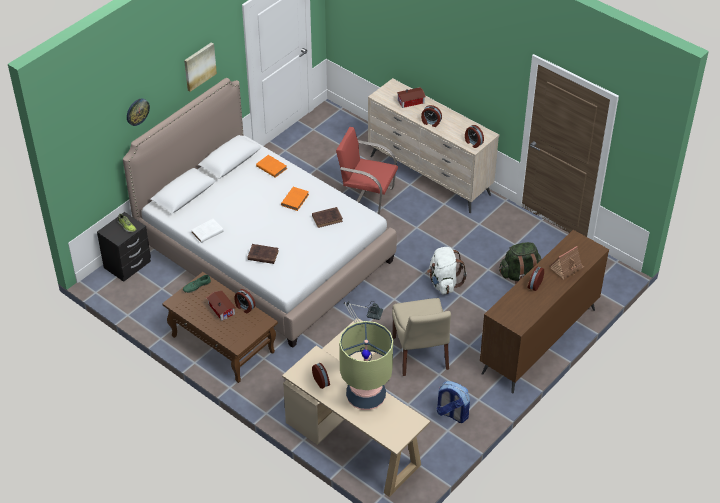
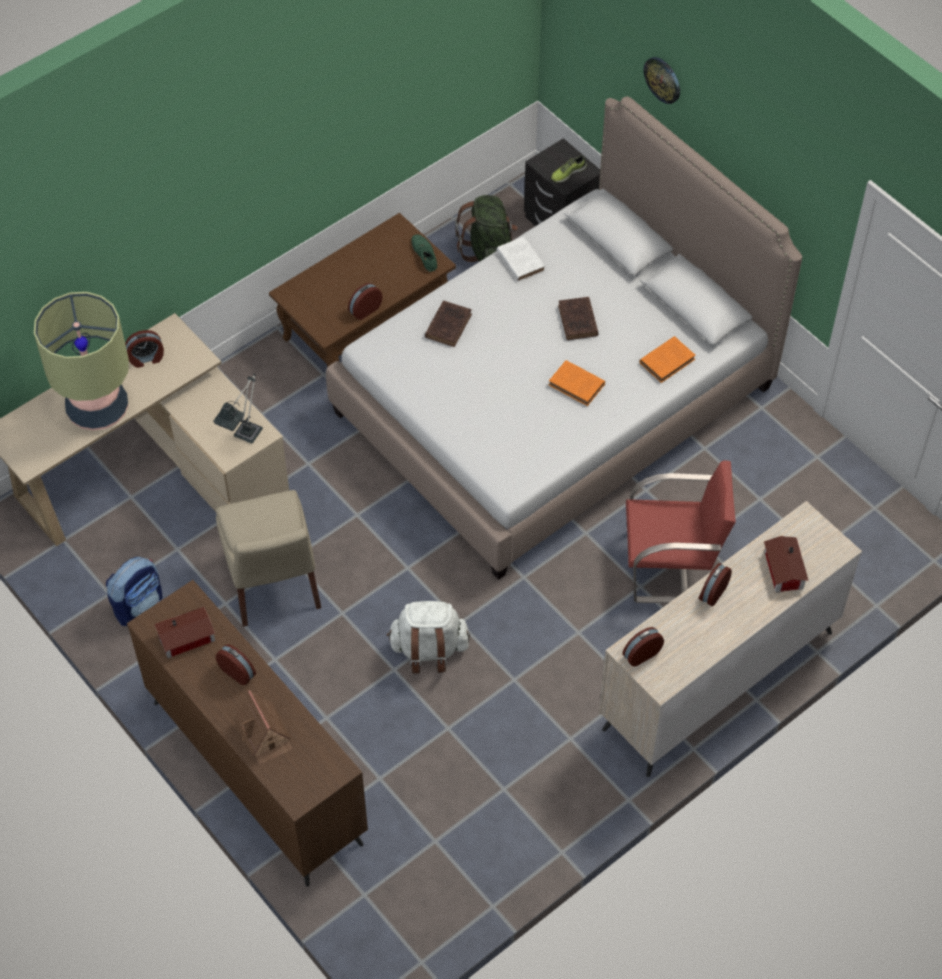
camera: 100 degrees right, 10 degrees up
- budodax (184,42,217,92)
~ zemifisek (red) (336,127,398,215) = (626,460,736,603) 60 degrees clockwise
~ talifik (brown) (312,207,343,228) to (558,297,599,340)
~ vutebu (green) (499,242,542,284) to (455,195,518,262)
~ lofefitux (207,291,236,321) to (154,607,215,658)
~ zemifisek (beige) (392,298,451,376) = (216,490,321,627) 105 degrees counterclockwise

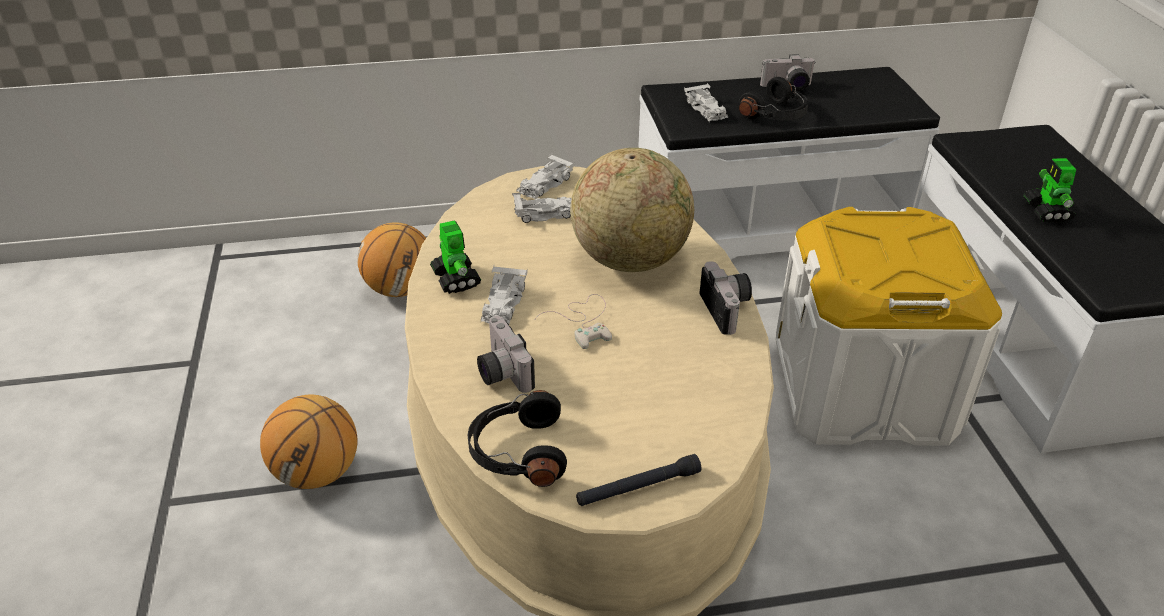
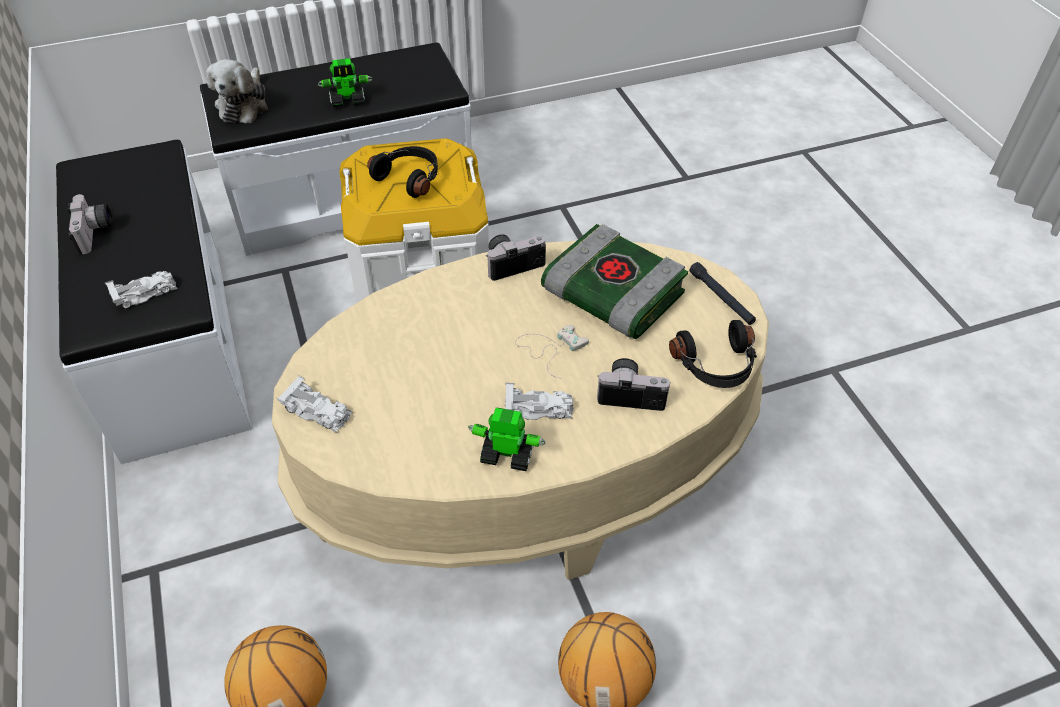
camera: 100 degrees left, 10 degrees up
~ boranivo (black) (739,77,808,121) to (367,146,438,198)
- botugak (570,148,694,272)
- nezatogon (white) (512,193,571,223)
~ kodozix (430,220,481,294) = (468,407,546,471) 45 degrees clockwise
~ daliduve (477,316,535,393) = (597,358,671,411) 135 degrees counterclockwise
+ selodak (206,59,268,123)
+ talifik (541,224,688,339)

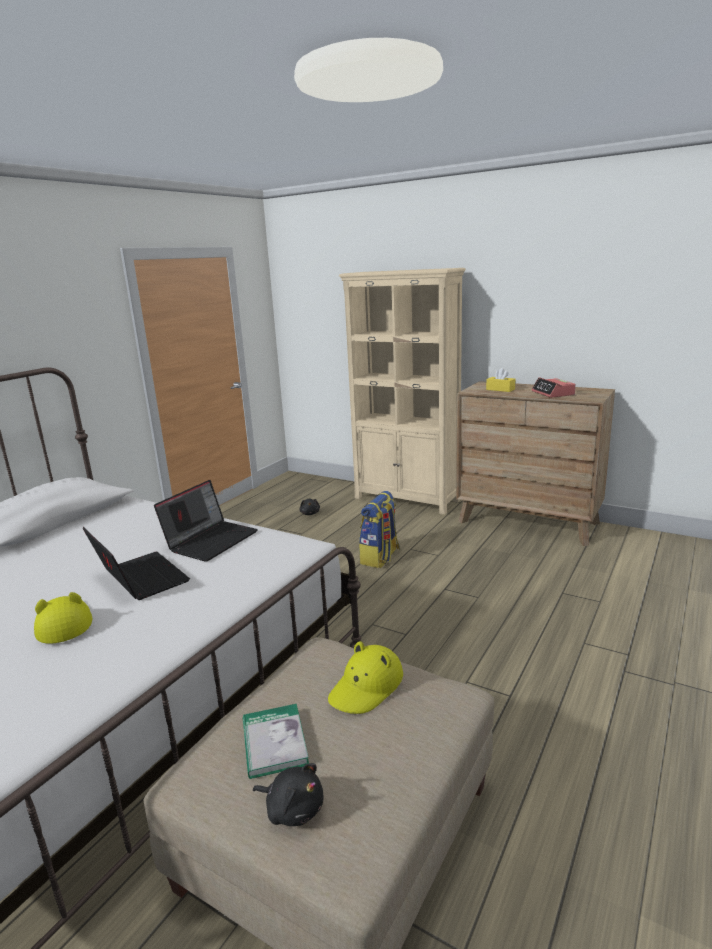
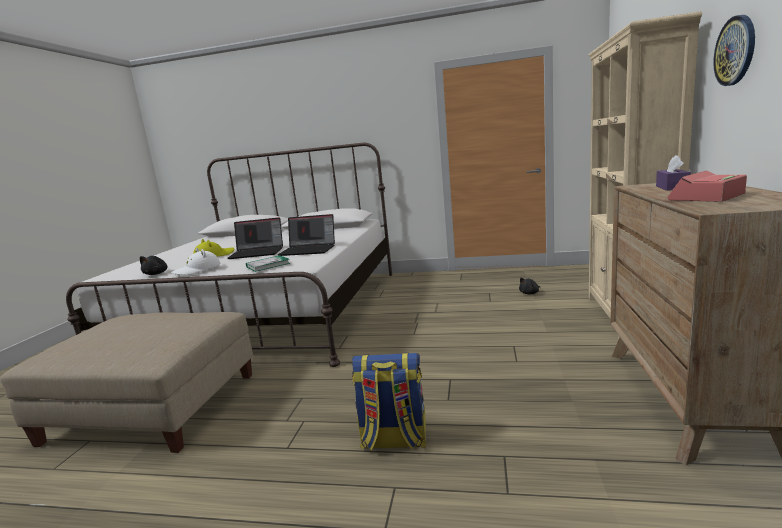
camera: 70 degrees right, 5 degrees down
~ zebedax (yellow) (486,368,515,392) to zebedax (purple) (656,155,691,191)
~ vutebu (359,491,400,568) to (352,353,427,451)
~ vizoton (82,527,190,600) = (228,217,283,259) 60 degrees clockwise
- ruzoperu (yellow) (328,641,403,714)
~ talifik (243,704,309,779) to (246,255,290,272)
~ selodak (black) (253,763,323,826) to (140,256,167,275)
+ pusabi (713,15,755,86)
+ ruzoperu (white) (171,248,221,275)

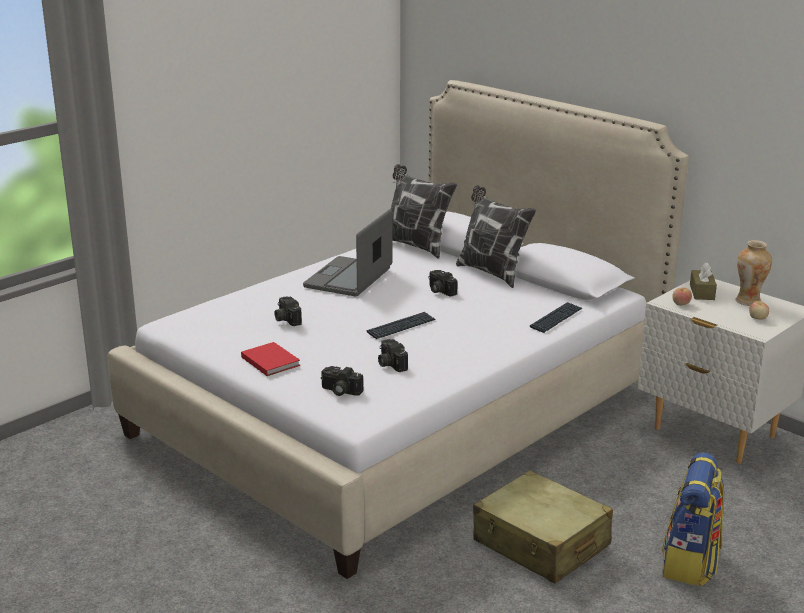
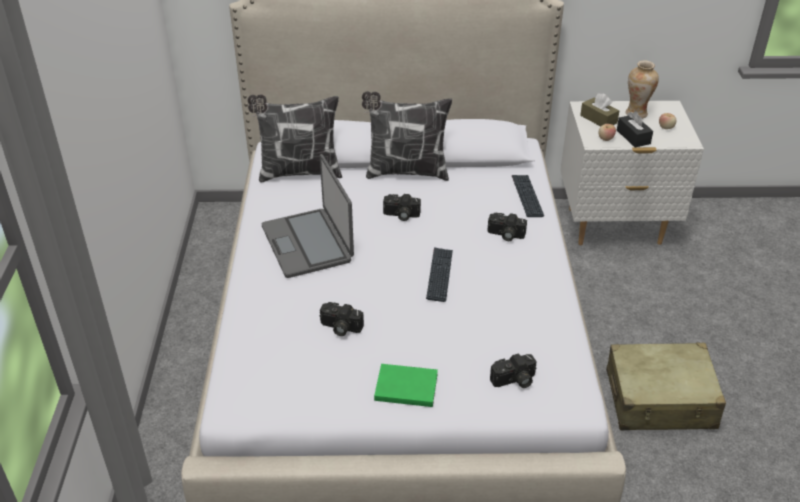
camera: 45 degrees left, 15 degrees up
~ daliduve (378,339,408,372) to (487,213,527,241)
~ talifik (red) (241,342,300,376) to talifik (green) (374,364,438,407)
- vutebu (662,452,725,586)
+ zebedax (black) (617,111,653,147)

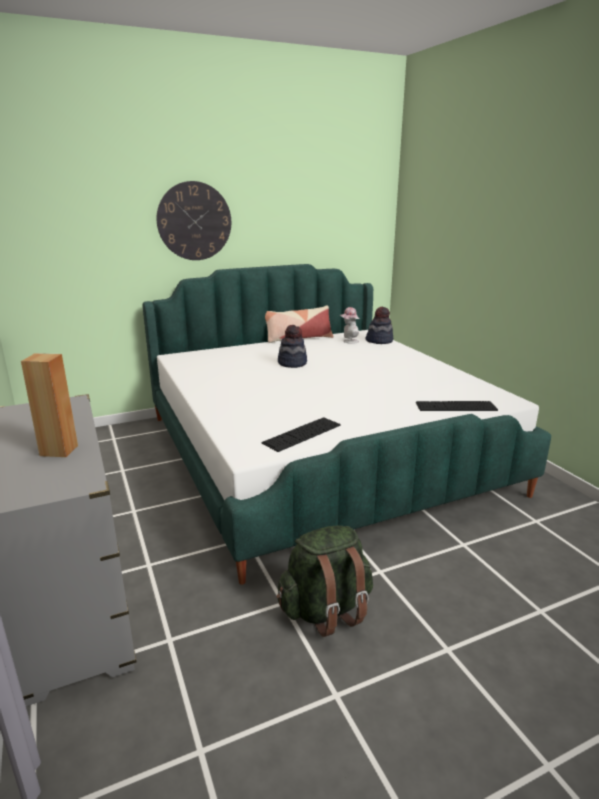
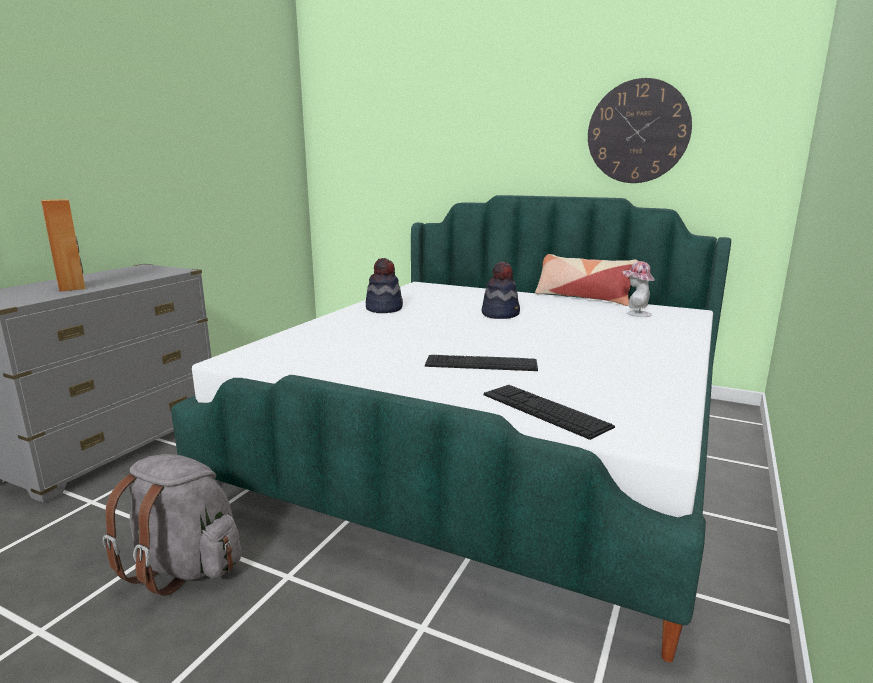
camera: 50 degrees right, 5 degrees down
~ pusabi (157,181,231,260) to (588,78,692,183)
~ ruzoperu (366,307,393,344) to (366,258,403,313)
~ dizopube (262,417,340,452) to (425,355,538,371)
~ vutebu (green) (277,525,373,637) to vutebu (grey) (103,454,241,596)

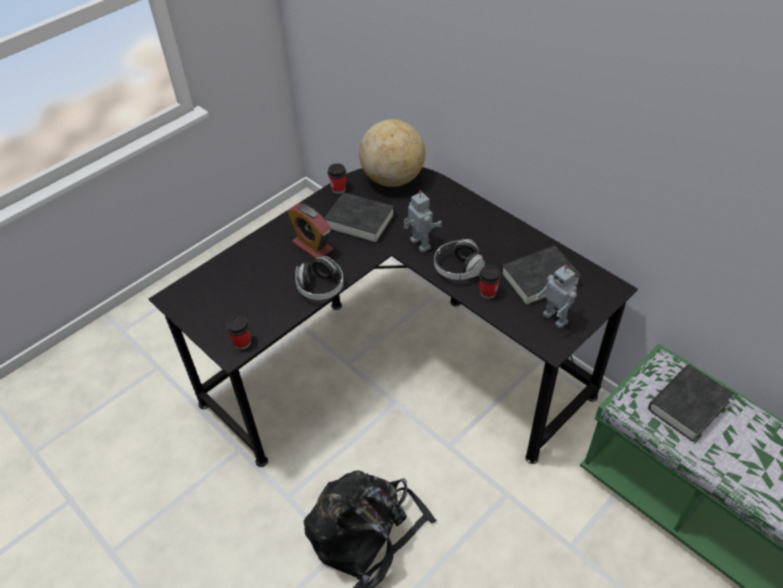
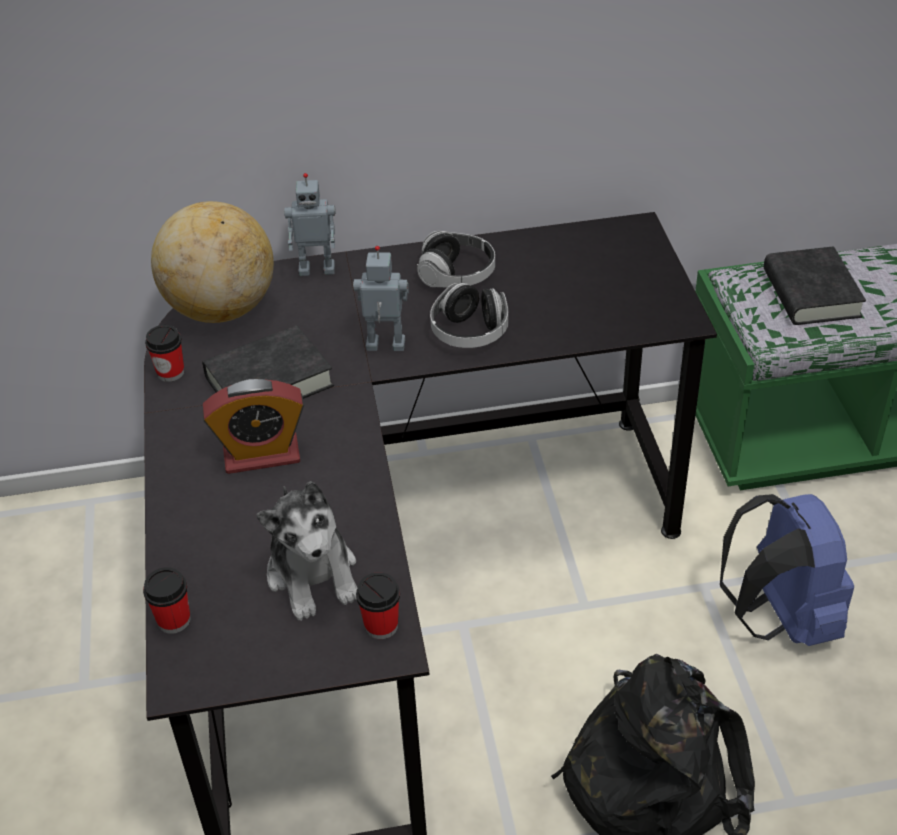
camera: 55 degrees left, 5 degrees down
- talifik (black) (501,246,581,306)
~ boranivo (295,256,344,300) to (417,231,495,287)
~ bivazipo (479,265,501,299) to (143,567,191,634)
~ kodozix (535,265,577,329) to (284,173,336,276)
+ selodak (257,481,358,621)
+ vutebu (blue) (720,494,854,646)

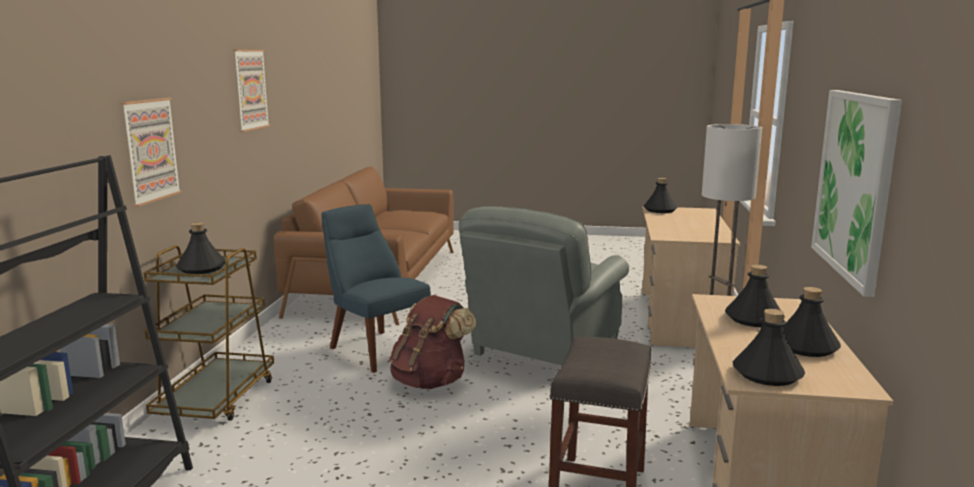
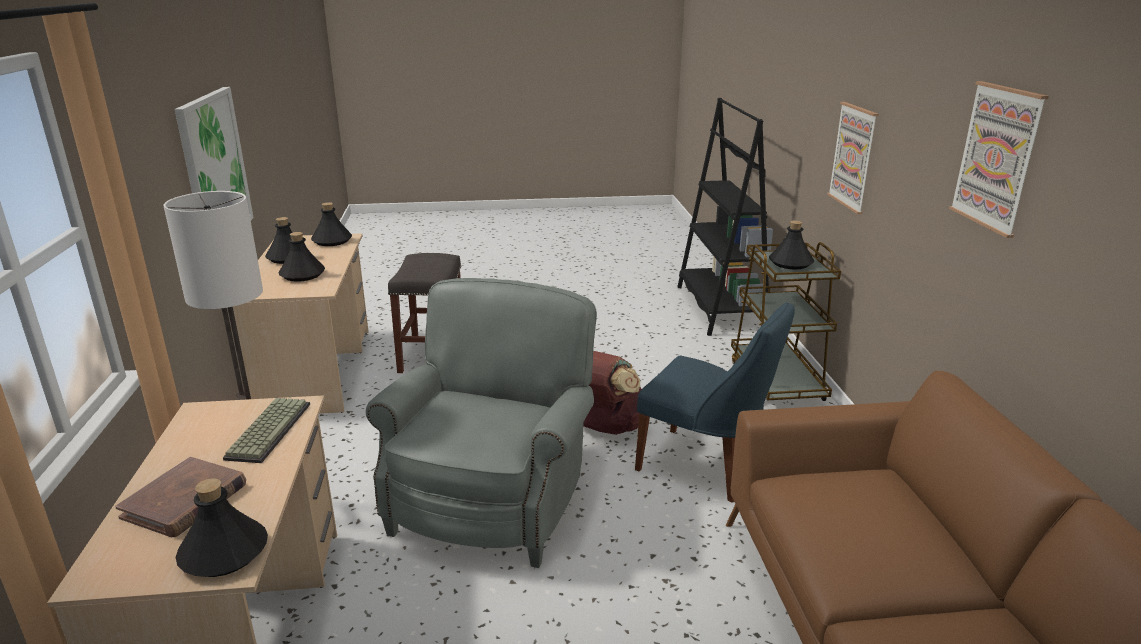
camera: 165 degrees right, 10 degrees up
+ dizopube (223,398,310,463)
+ talifik (brown) (115,457,246,537)

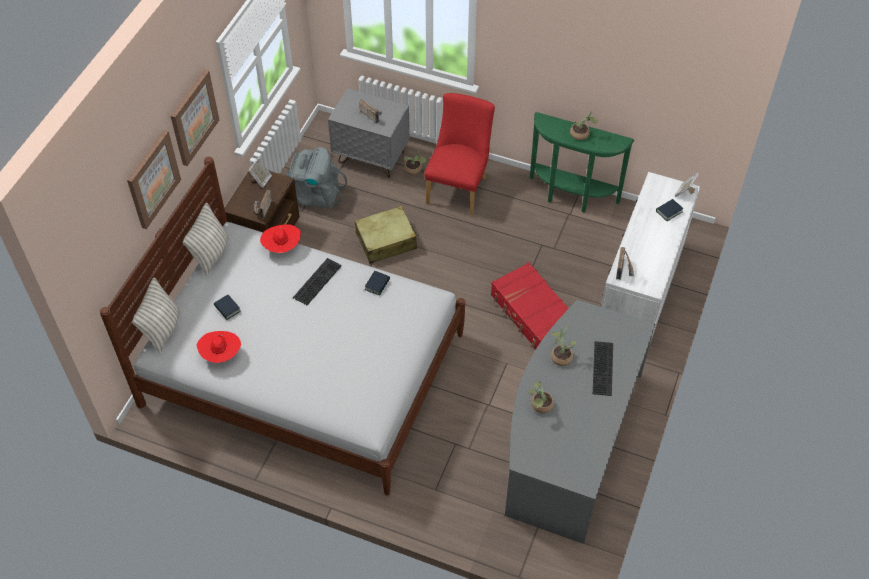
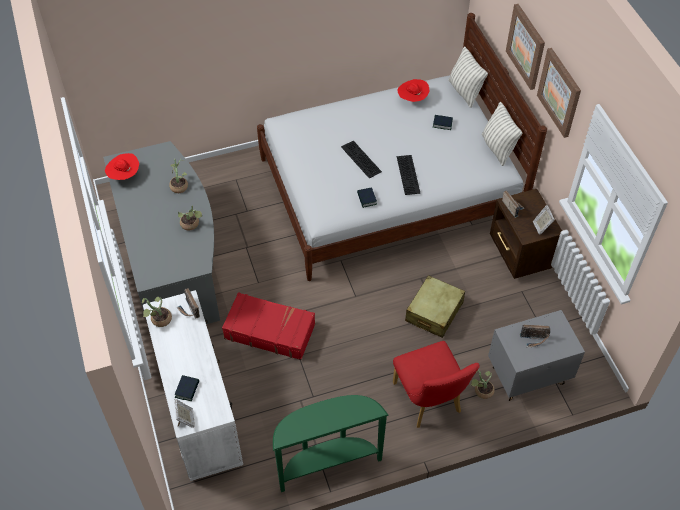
camera: 140 degrees right, 0 degrees up
~ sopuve (570,111,598,140) to (142,297,172,327)
- vutebu (grey) (287,147,347,208)
~ ruzoperu (red) (260,225,301,253) to (105,153,139,180)
~ dizopube (593,341,613,396) to (341,141,382,178)

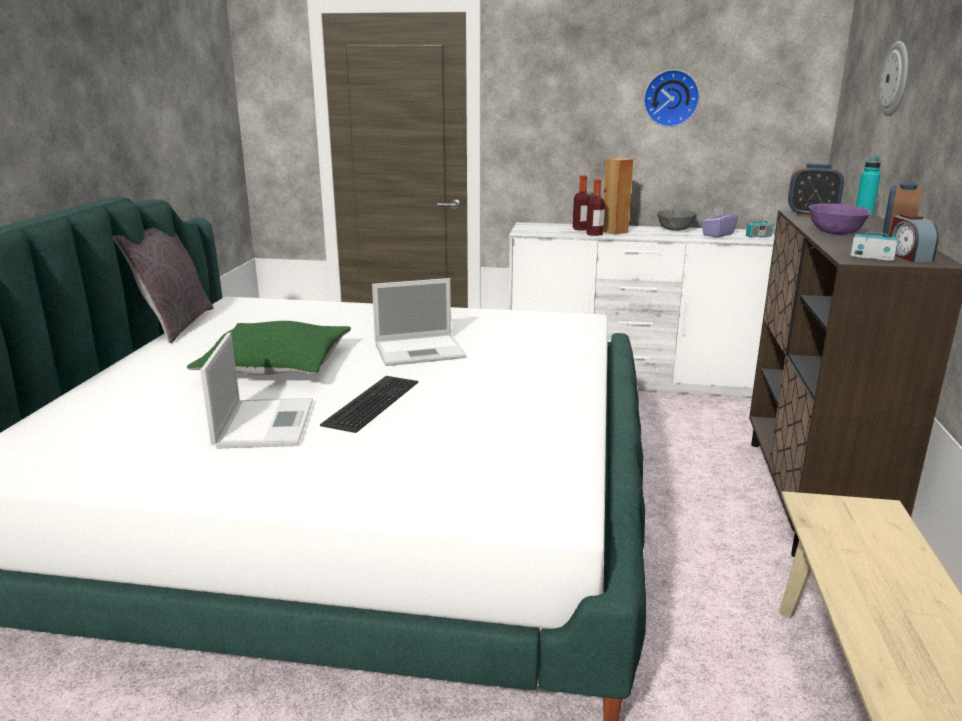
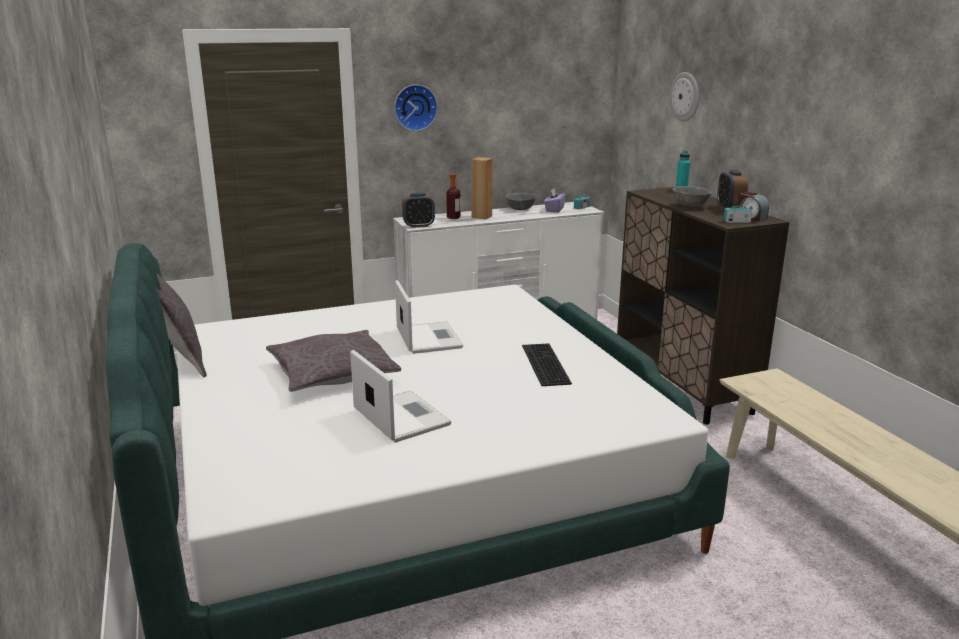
camera: 30 degrees left, 0 degrees up
~ pusabi (643,69,700,127) to (394,84,438,131)
~ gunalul (788,163,844,217) to (402,193,435,228)
- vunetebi (586,179,605,236)
~ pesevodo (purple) (809,203,871,235) to pesevodo (grey) (673,186,712,207)
~ vizoton (372,278,466,366) = (395,280,463,354) 60 degrees counterclockwise
~ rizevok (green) (187,321,351,375) to rizevok (grey) (266,330,401,392)
~ dizopube (320,376,418,433) to (522,343,572,386)

